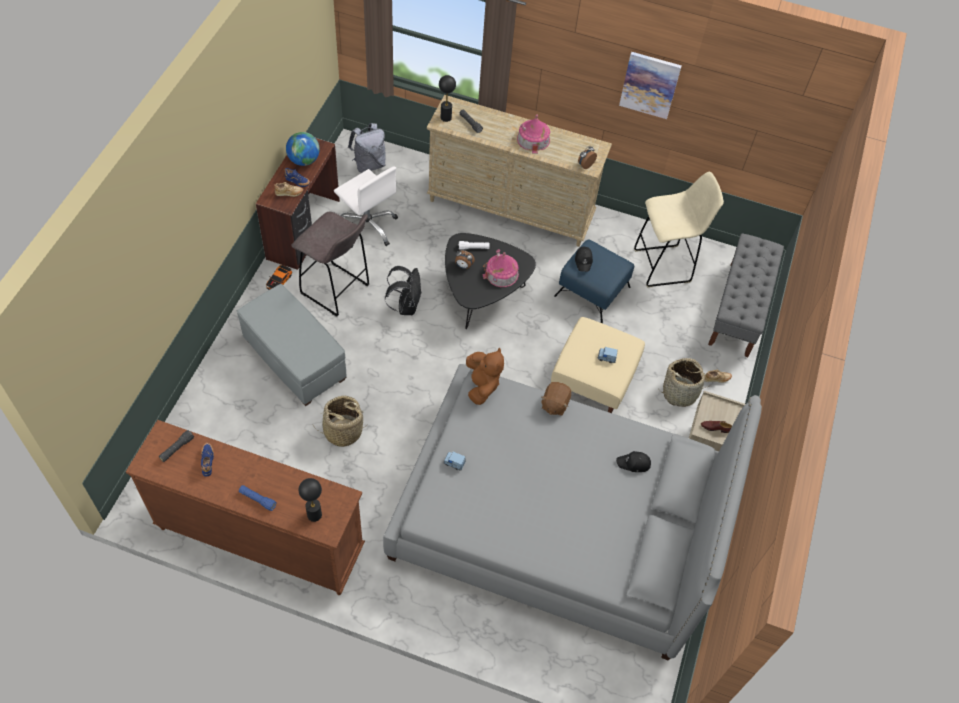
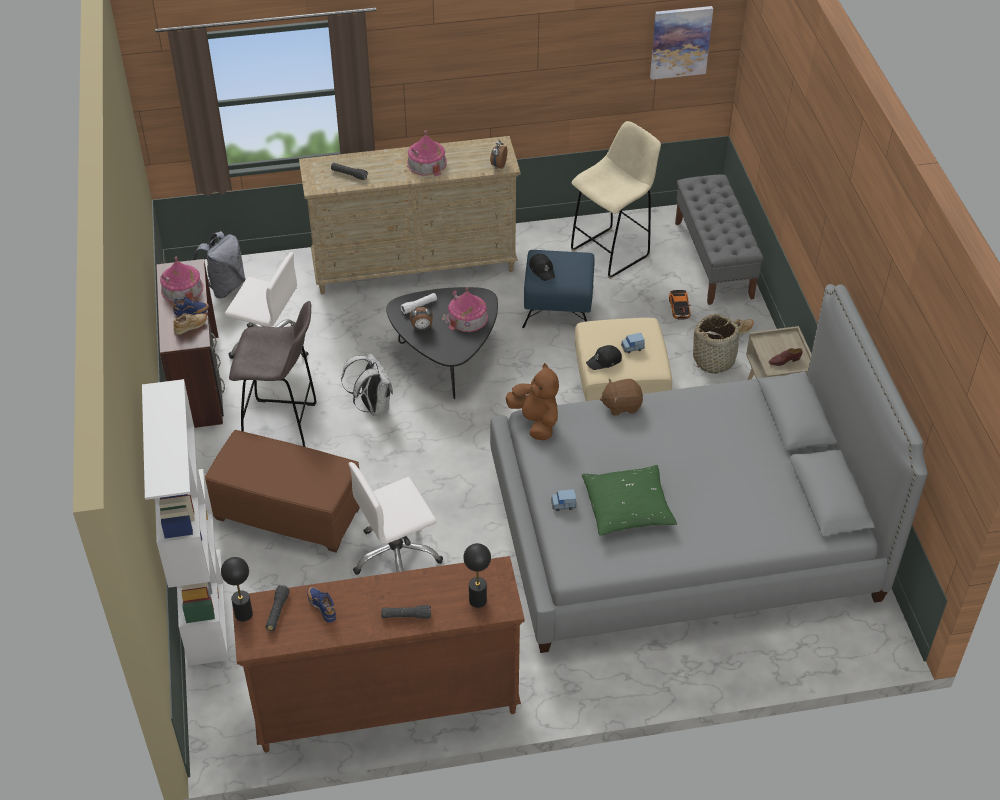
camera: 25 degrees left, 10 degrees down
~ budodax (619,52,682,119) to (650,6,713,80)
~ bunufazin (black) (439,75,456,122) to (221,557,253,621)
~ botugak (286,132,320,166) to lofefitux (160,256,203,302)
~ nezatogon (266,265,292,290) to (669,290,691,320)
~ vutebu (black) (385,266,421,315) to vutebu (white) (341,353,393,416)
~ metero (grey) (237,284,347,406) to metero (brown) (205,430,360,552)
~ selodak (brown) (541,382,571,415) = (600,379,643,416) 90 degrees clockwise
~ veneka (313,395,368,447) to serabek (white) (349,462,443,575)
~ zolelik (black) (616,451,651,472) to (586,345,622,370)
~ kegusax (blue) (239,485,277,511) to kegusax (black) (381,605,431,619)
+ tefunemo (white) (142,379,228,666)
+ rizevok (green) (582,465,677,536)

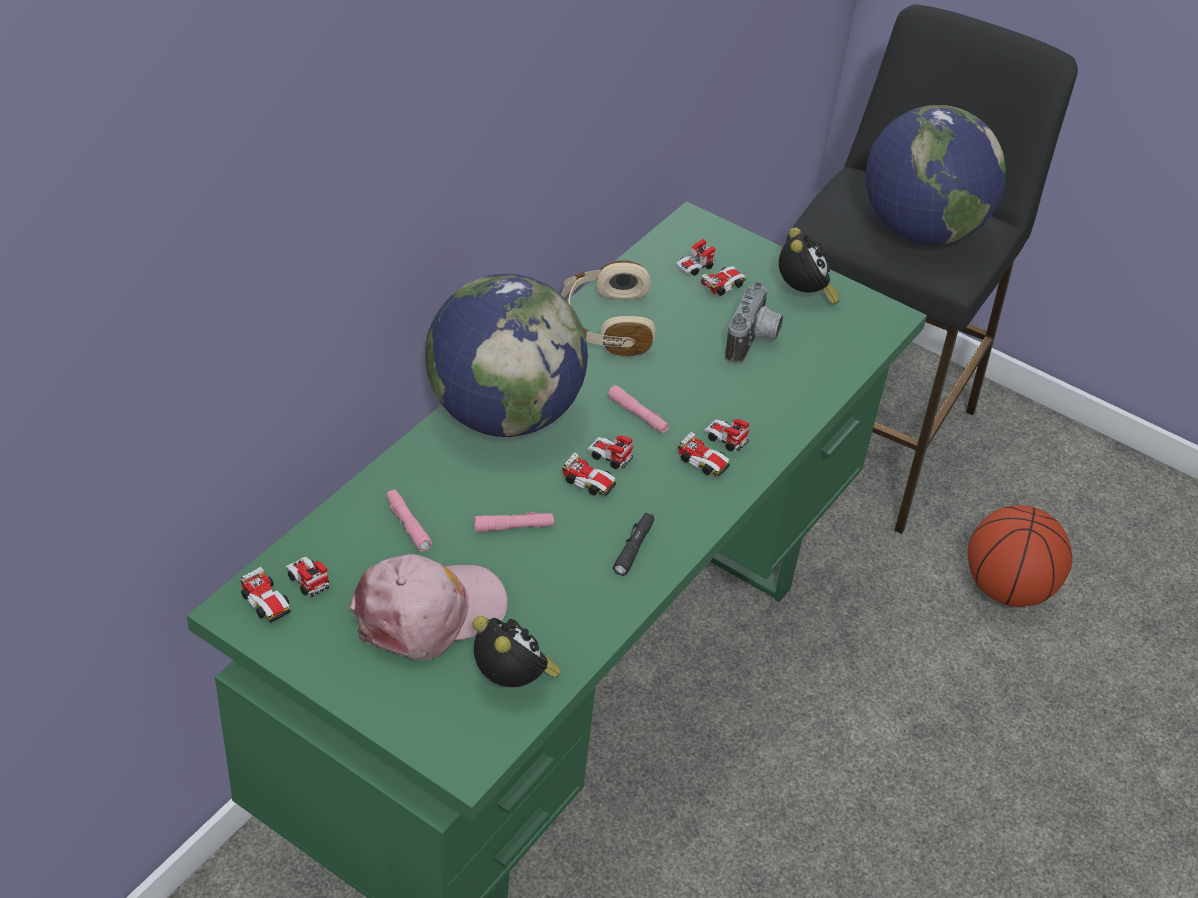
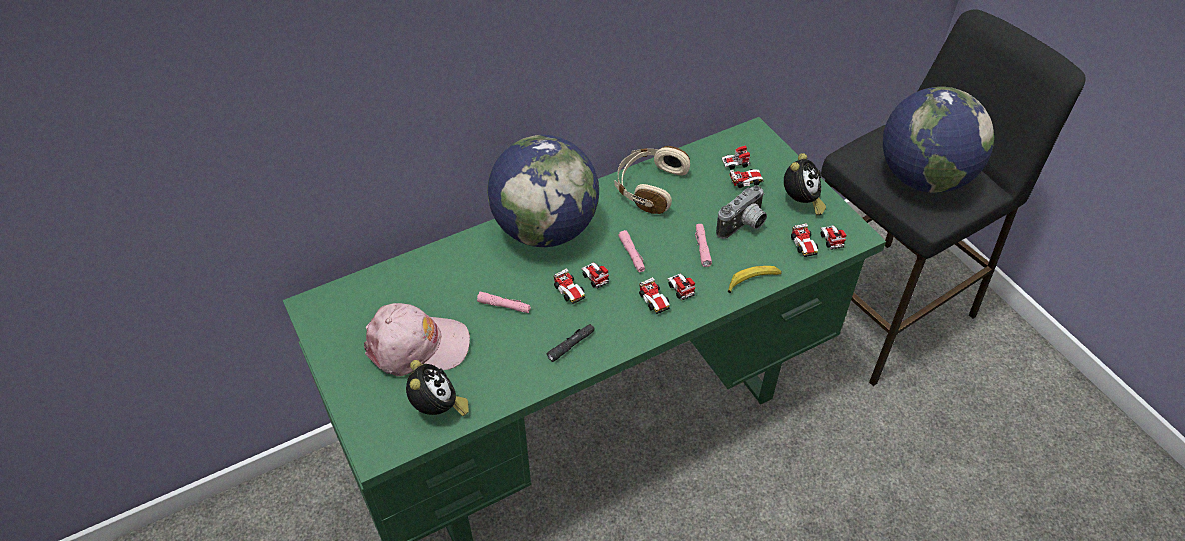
camera: 30 degrees right, 5 degrees up
~ kegusax (pink) (387,489,432,552) to (695,224,712,267)
- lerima (968,505,1072,607)
~ nezatogon (240,557,329,623) to (791,223,846,257)
+ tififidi (728,266,782,293)

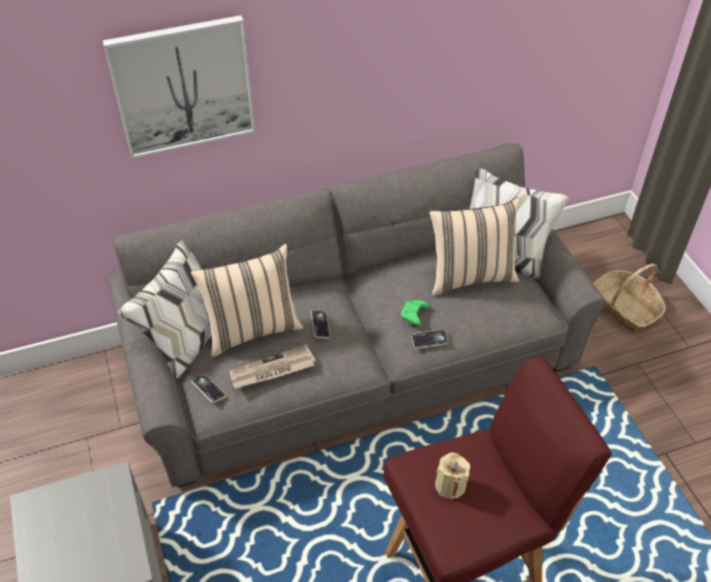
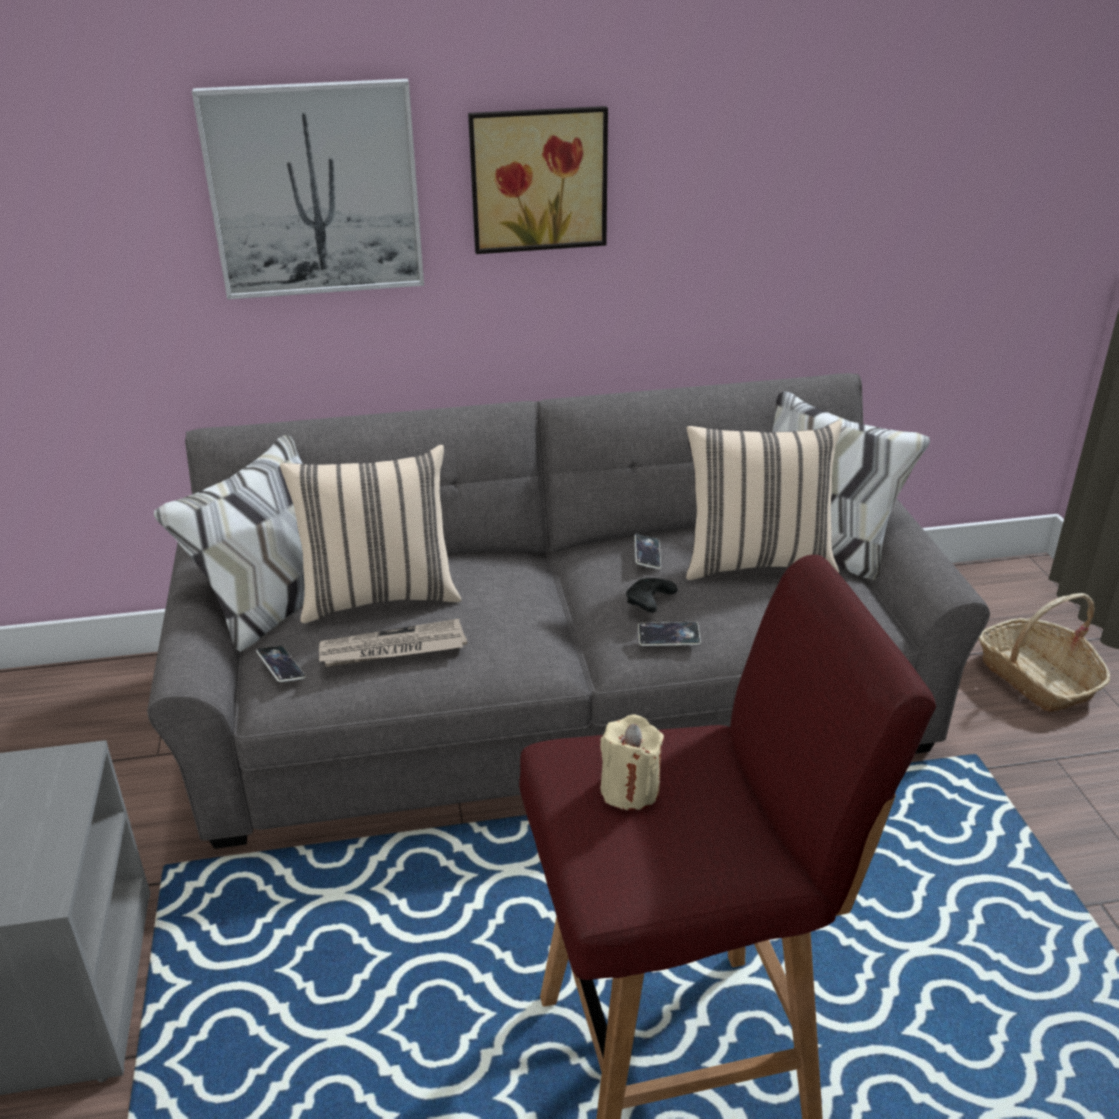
camera: 10 degrees right, 15 degrees down
~ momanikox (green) (401,300,429,326) to momanikox (black) (626,578,677,613)
~ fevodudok (311,310,330,338) to (634,534,661,569)
+ budodax (468,106,608,254)

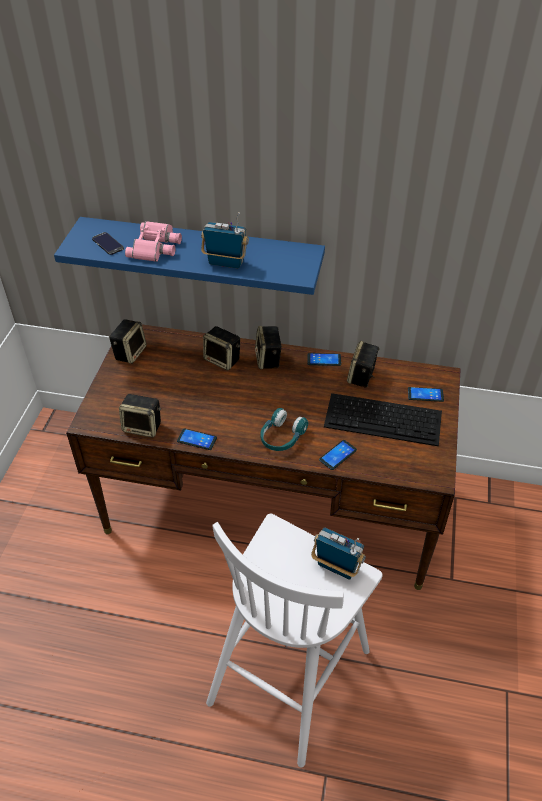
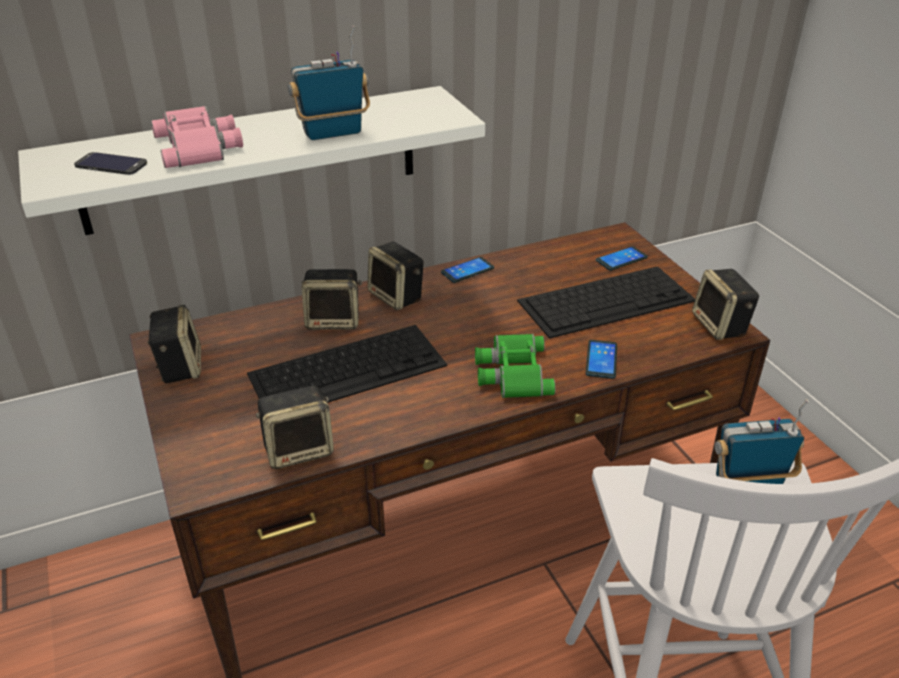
camera: 35 degrees left, 10 degrees down
~ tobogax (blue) (54,217,325,295) to tobogax (white) (18,86,485,235)
~ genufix (347,341,380,388) to (692,269,759,340)
~ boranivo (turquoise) (260,408,308,451) to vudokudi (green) (475,334,555,398)
- fevodudok (177,428,217,450)
+ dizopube (247,325,447,403)

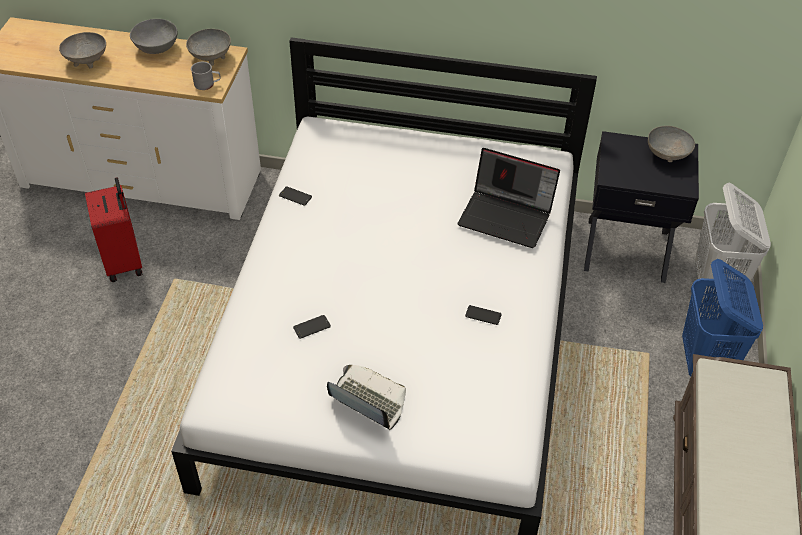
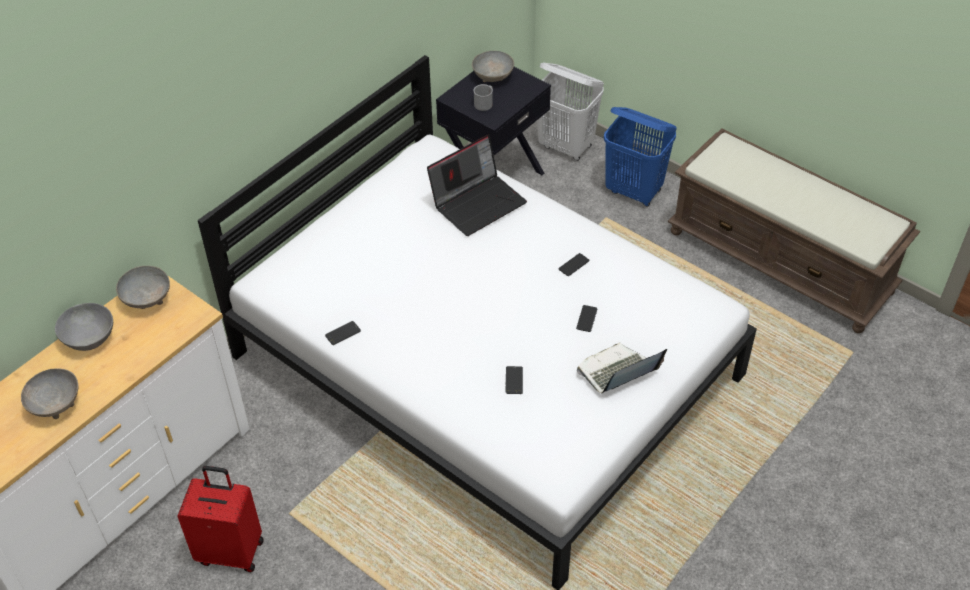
camera: 60 degrees left, 0 degrees up
~ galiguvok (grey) (191,62,221,90) to (473,84,493,111)
+ fevodudok (576,305,598,332)

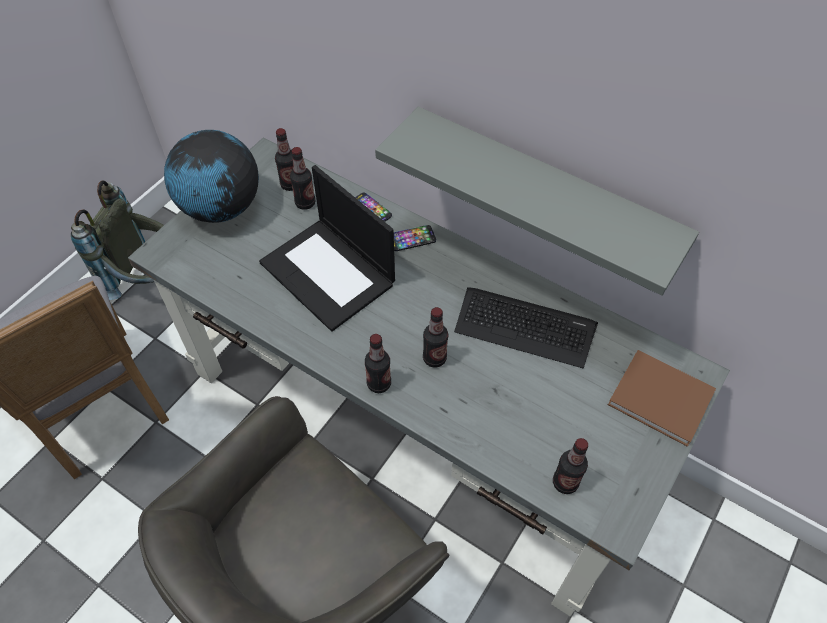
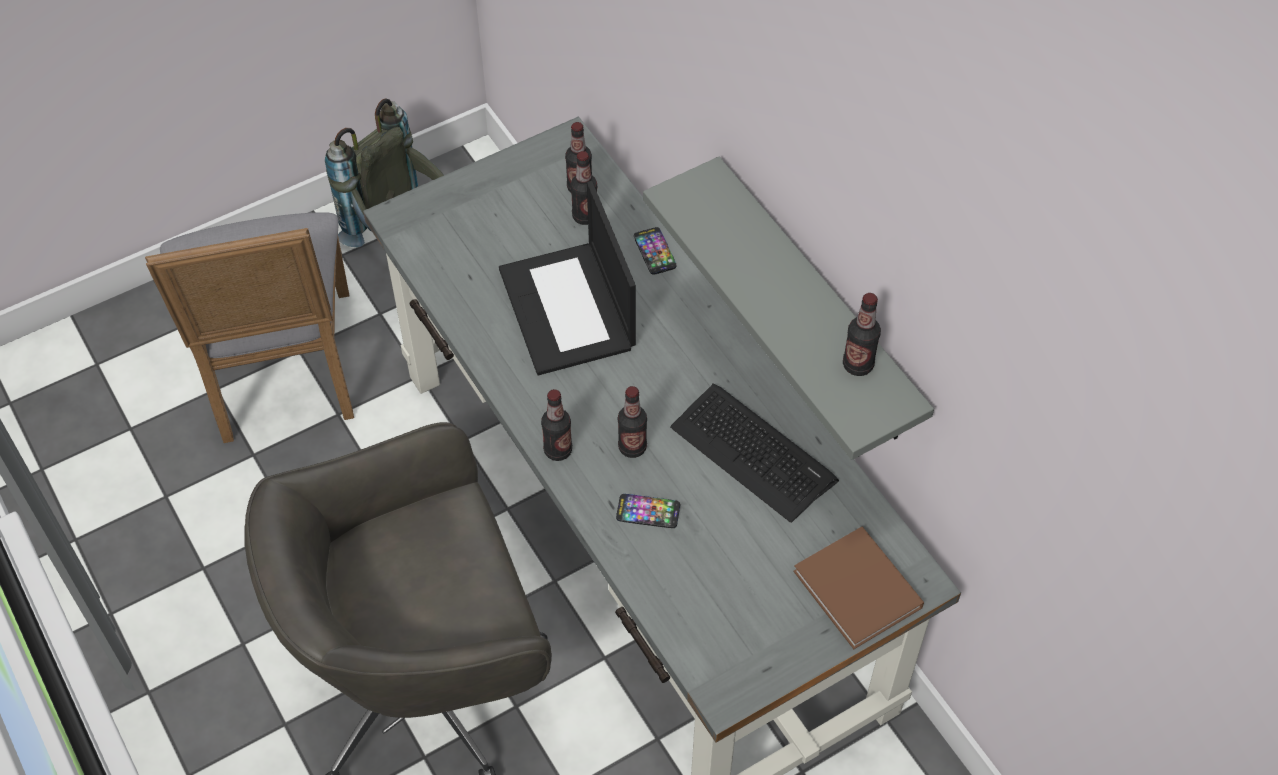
camera: 25 degrees right, 0 degrees up
- botugak (164,130,259,223)
~ fevodudok (394,225,436,251) to (616,494,680,528)
~ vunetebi (553,438,588,494) to (843,293,881,376)

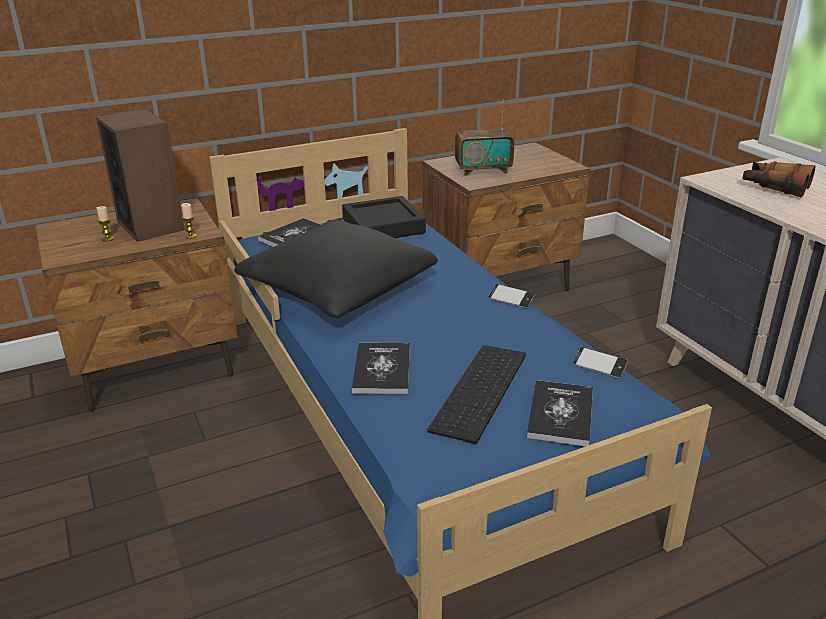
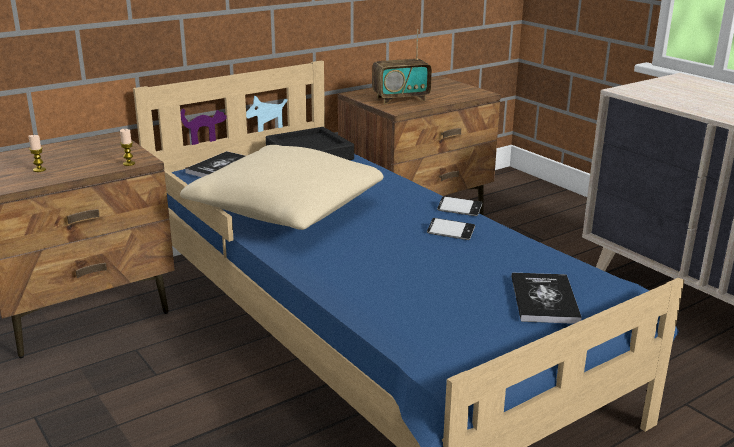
camera: 10 degrees left, 5 degrees down
- genufix (96,109,185,242)
- vudokudi (742,161,815,198)
~ rizevok (black) (234,219,438,318) to rizevok (beige) (180,145,384,230)
- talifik (351,343,410,394)
- dizopube (427,345,526,444)
~ fevodudok (573,347,628,378) to (427,218,475,240)

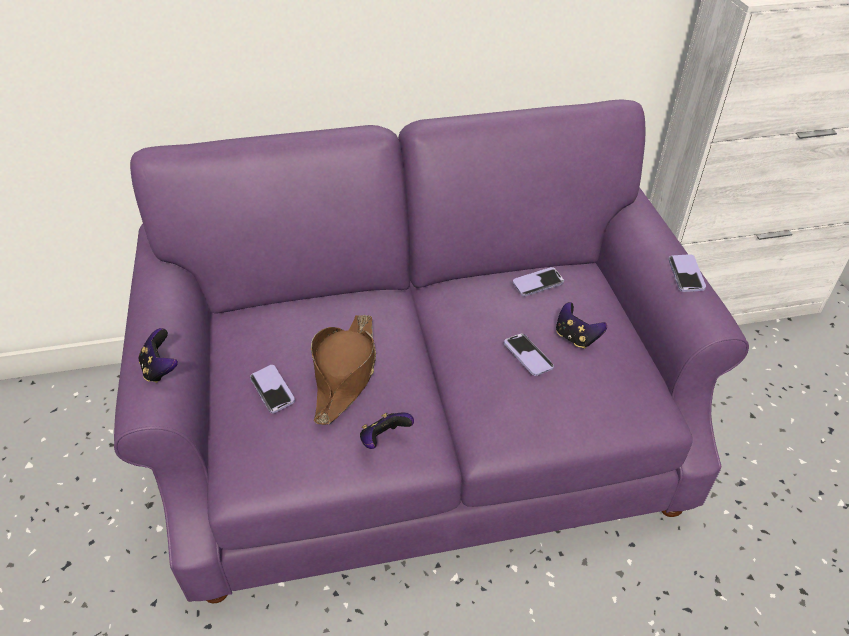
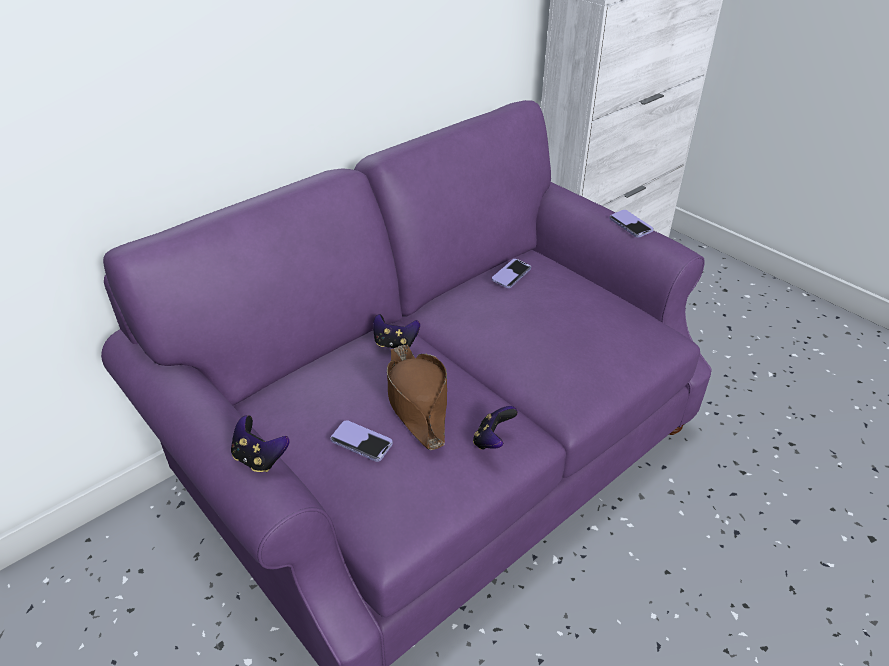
camera: 30 degrees left, 5 degrees down
~ momanikox (556,302,607,349) to (373,314,420,348)
- fevodudok (504,334,554,376)

